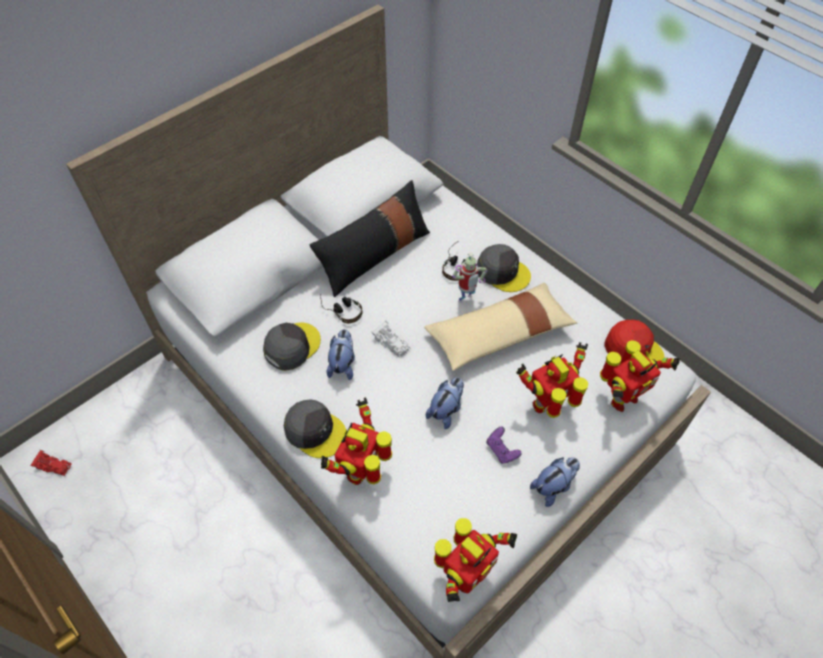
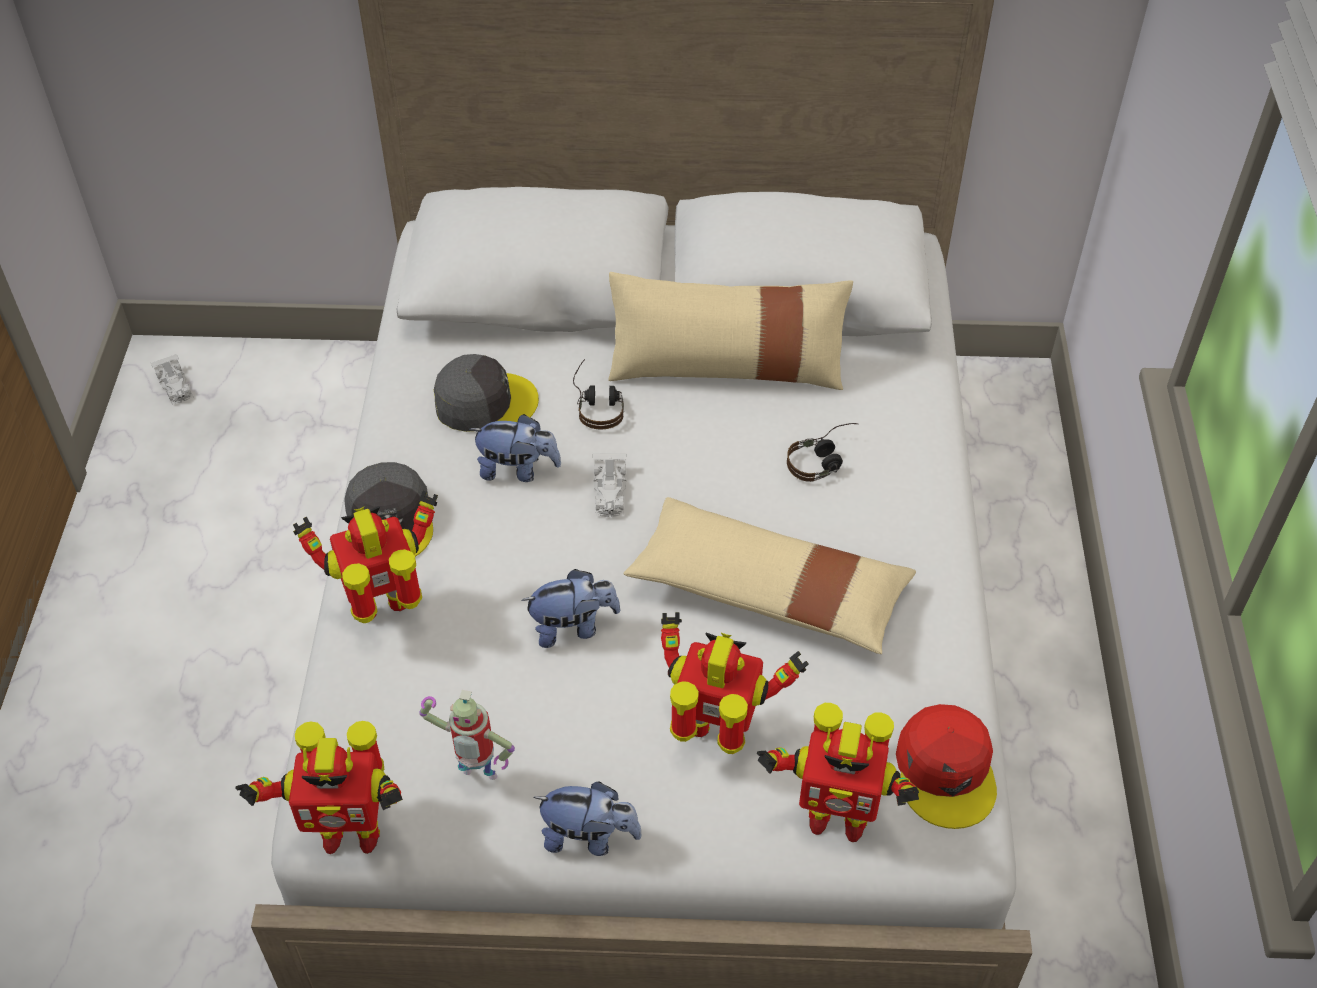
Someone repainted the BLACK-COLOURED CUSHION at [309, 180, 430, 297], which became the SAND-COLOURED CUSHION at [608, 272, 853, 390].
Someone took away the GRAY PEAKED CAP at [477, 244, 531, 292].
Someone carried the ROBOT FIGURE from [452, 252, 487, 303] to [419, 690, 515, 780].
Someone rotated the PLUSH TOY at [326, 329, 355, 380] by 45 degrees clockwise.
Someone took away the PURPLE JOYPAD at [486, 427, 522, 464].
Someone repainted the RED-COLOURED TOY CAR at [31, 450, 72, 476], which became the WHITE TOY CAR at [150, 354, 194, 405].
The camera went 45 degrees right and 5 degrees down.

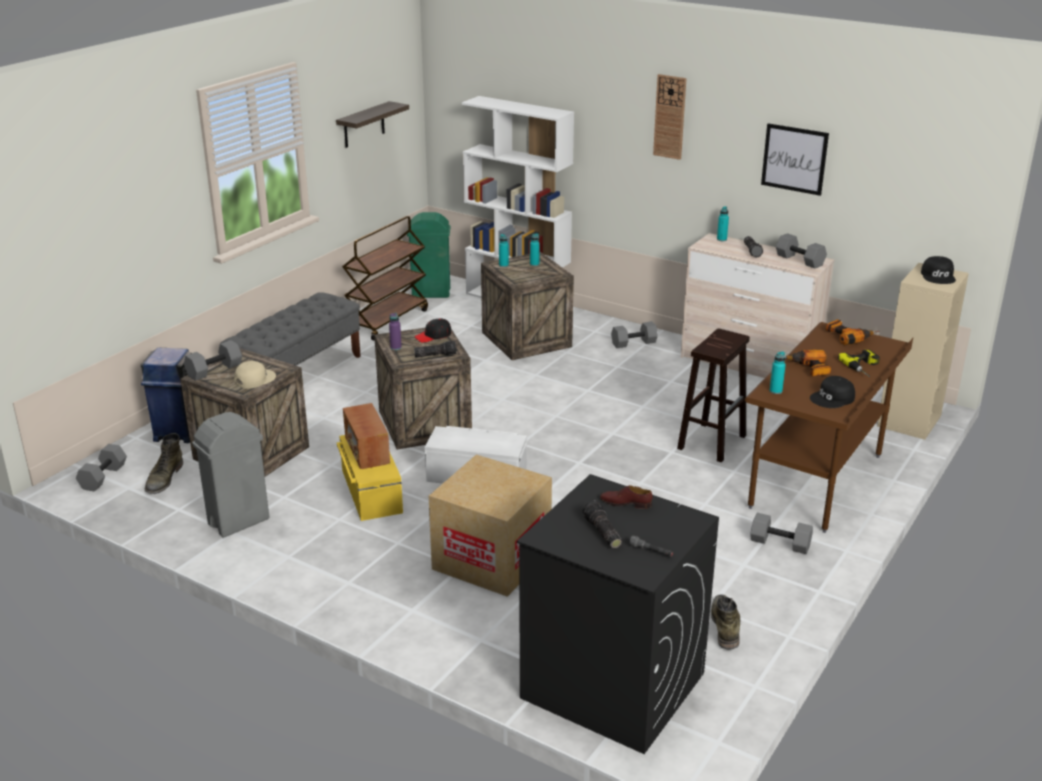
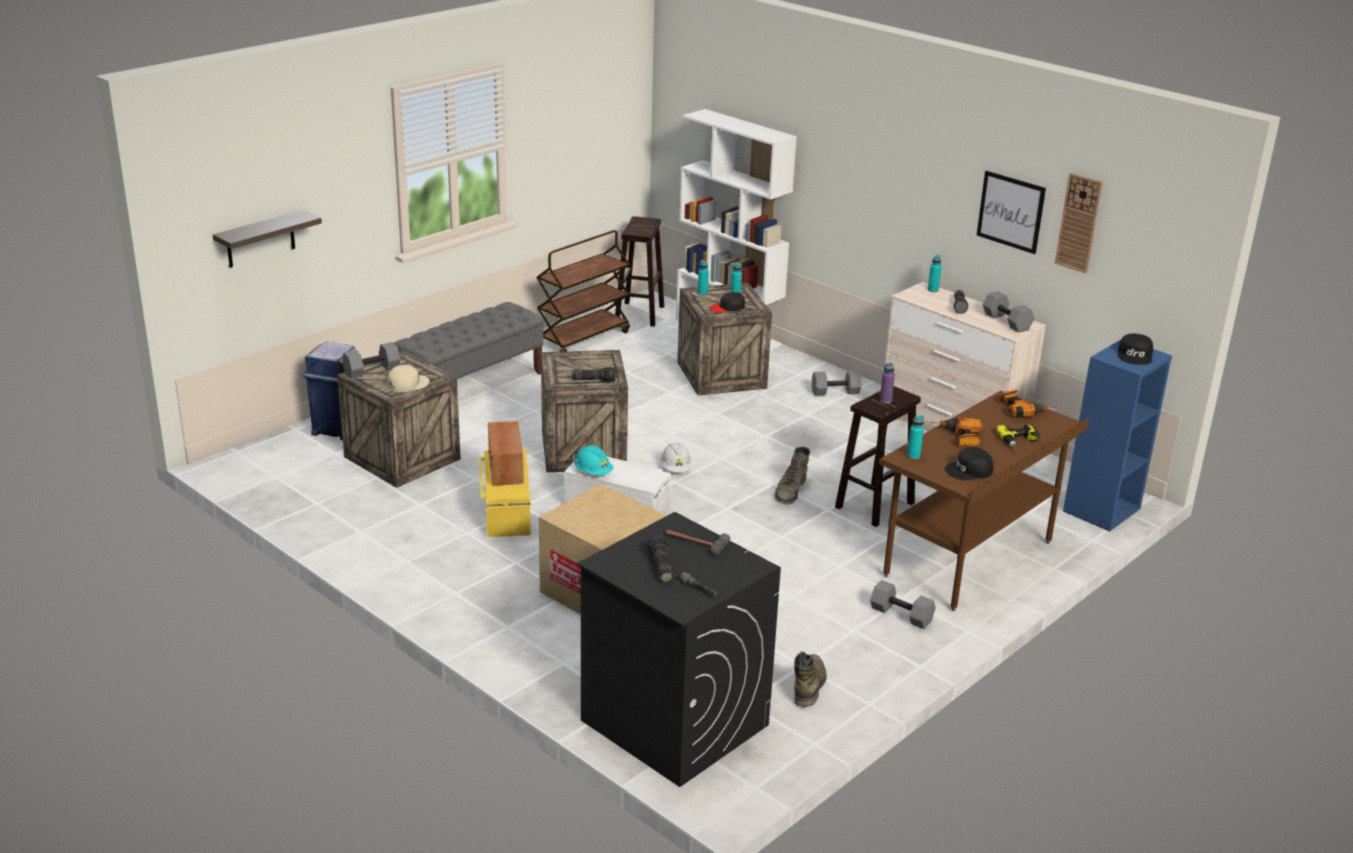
Someone carried the WALL CLOCK from [653, 74, 687, 160] to [1055, 173, 1103, 273].
Someone carried the SHELF from [336, 101, 409, 148] to [213, 210, 322, 267].
Someone swapped the GREENISH WASTE BIN at [407, 212, 450, 298] for the BROWN STOOL SEAT at [615, 216, 664, 327].
Someone repainted the SAND-COLOURED BOOKCASE at [877, 263, 969, 440], which became the BLUE-COLOURED BOOKCASE at [1063, 340, 1172, 532].
Someone carried the PURPLE BOTTLE from [389, 313, 402, 350] to [880, 363, 895, 403].
Someone carried the BLACK-COLOURED PEAKED CAP from [415, 318, 451, 343] to [709, 292, 745, 313].
Someone took away the GRAY WASTE BIN at [192, 412, 269, 538].
Someone carried the GREENISH BOOT from [145, 433, 183, 494] to [774, 447, 810, 505].
Someone took away the GRAY HAND WEIGHT at [76, 444, 127, 491].
Someone swapped the BROWN LOW SHOE at [600, 485, 653, 509] for the TOOL HAMMER at [666, 530, 730, 556].
Someone put down the WHITE HARD HAT at [661, 443, 691, 472].
Someone put down the BLUE-GREEN HARD HAT at [574, 445, 613, 475].
The camera went 10 degrees right and 0 degrees up.

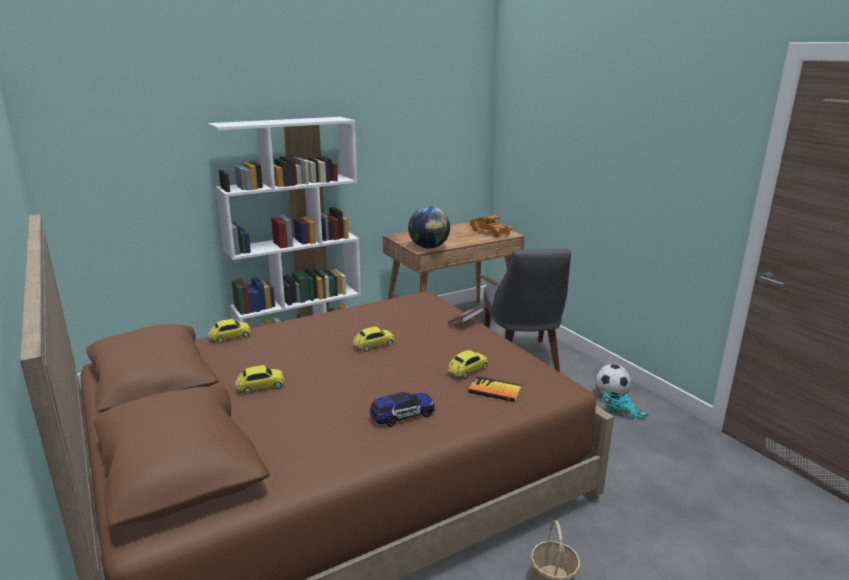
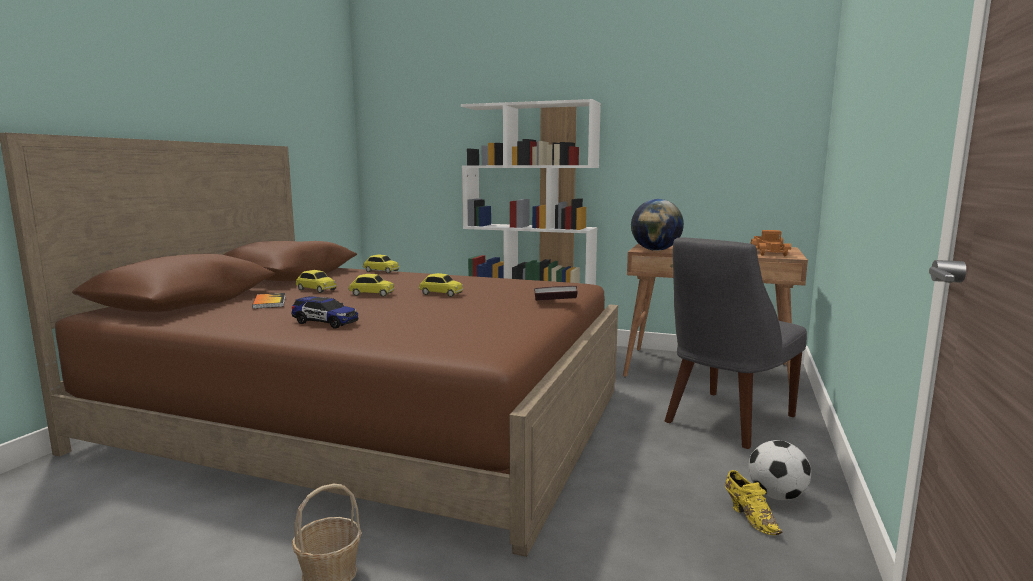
Someone carried the TOY CAR from [447, 350, 488, 379] to [348, 274, 394, 297].
Someone carried the BOUND BOOK from [468, 376, 521, 402] to [252, 293, 285, 309].
Someone repainted the BLUE-GREEN LOW SHOE at [602, 392, 648, 419], which became the YELLOW-COLOURED LOW SHOE at [725, 470, 783, 535].
The camera went 50 degrees right and 10 degrees down.

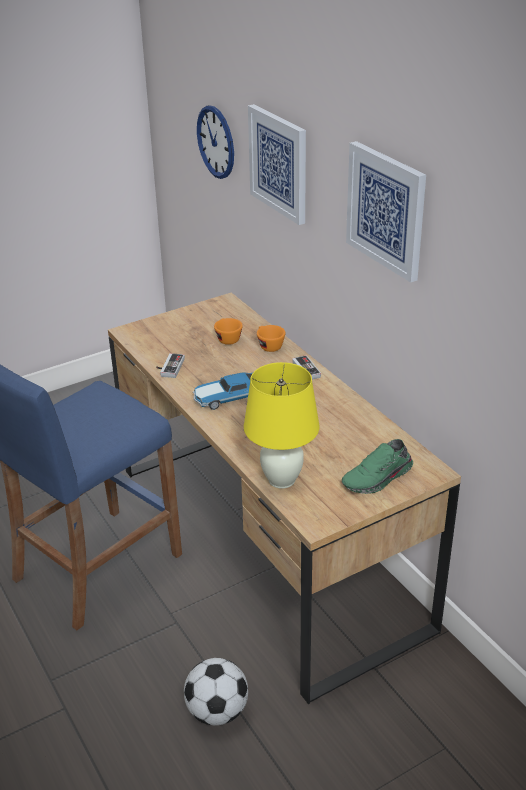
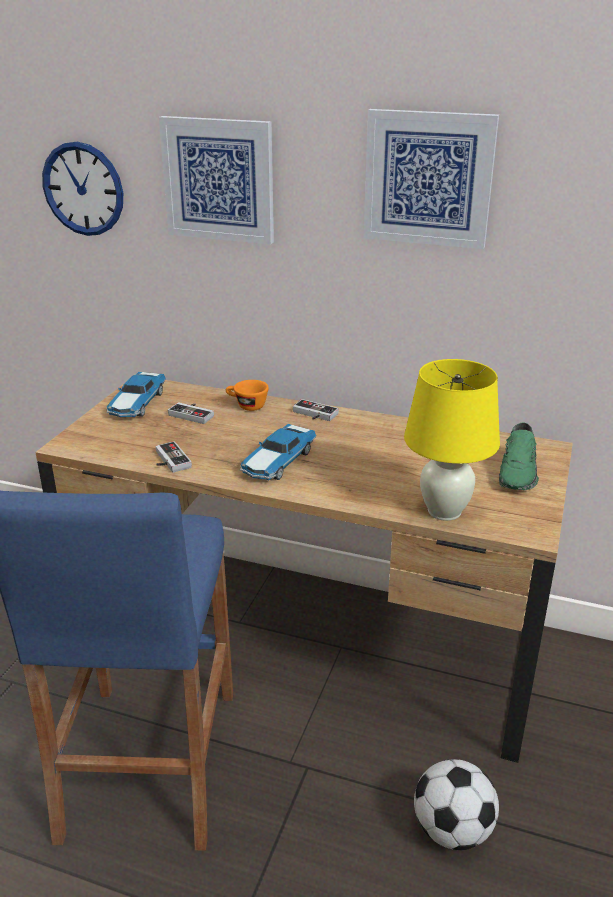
Someone swapped the ORANGEY SMALL CUP at [214, 318, 243, 345] for the JOYPAD at [168, 402, 214, 424].
Someone put down the TOY CAR at [106, 372, 166, 417].
The camera went 40 degrees left and 5 degrees down.

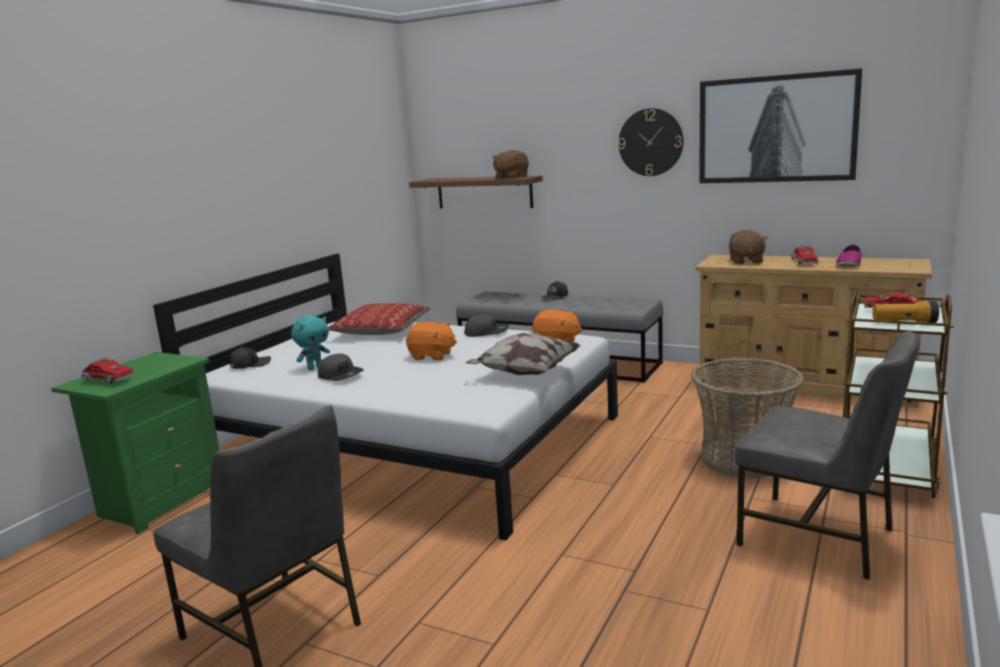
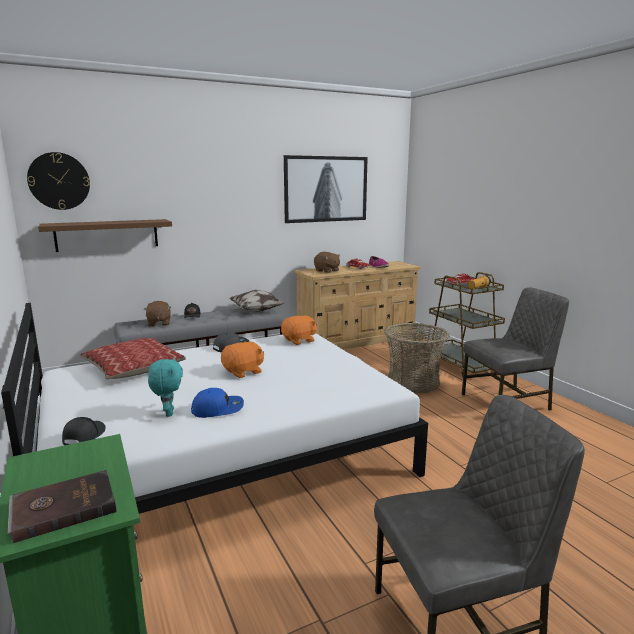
Someone carried the WALL CLOCK from [618, 108, 684, 176] to [27, 152, 90, 210].
Someone carried the BROWN PLUSH TOY from [492, 150, 529, 179] to [144, 301, 171, 327].
Someone carried the CUSHION from [466, 332, 581, 375] to [229, 289, 285, 312].
Someone repainted the GRAY PEAKED CAP at [318, 354, 364, 381], which became the BLUE-COLOURED PEAKED CAP at [191, 388, 244, 418].
Someone swapped the TOY LORRY at [82, 358, 134, 383] for the BROWN BOUND BOOK at [8, 470, 117, 543].
The camera went 55 degrees left and 0 degrees up.

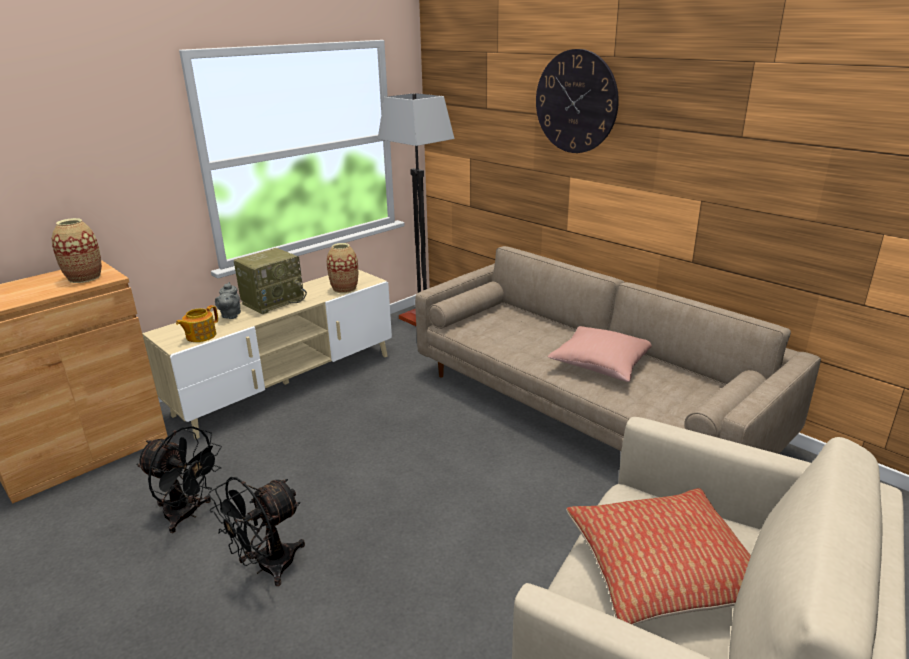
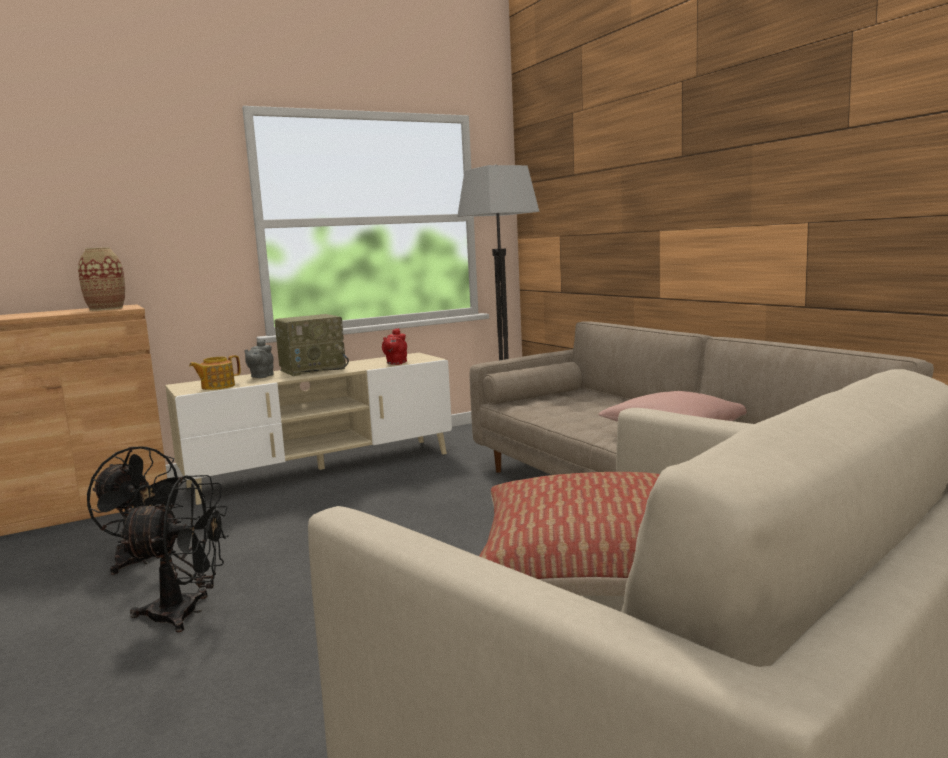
Someone took away the WALL CLOCK at [536, 49, 619, 153].
Someone swapped the DECORATIVE VASE at [327, 243, 358, 293] for the RED-COLOURED TEA POT at [382, 328, 407, 365].
Someone rotated the BLACK-COLOURED FAN at [208, 477, 305, 586] by 150 degrees counterclockwise.
The camera went 15 degrees right and 15 degrees down.

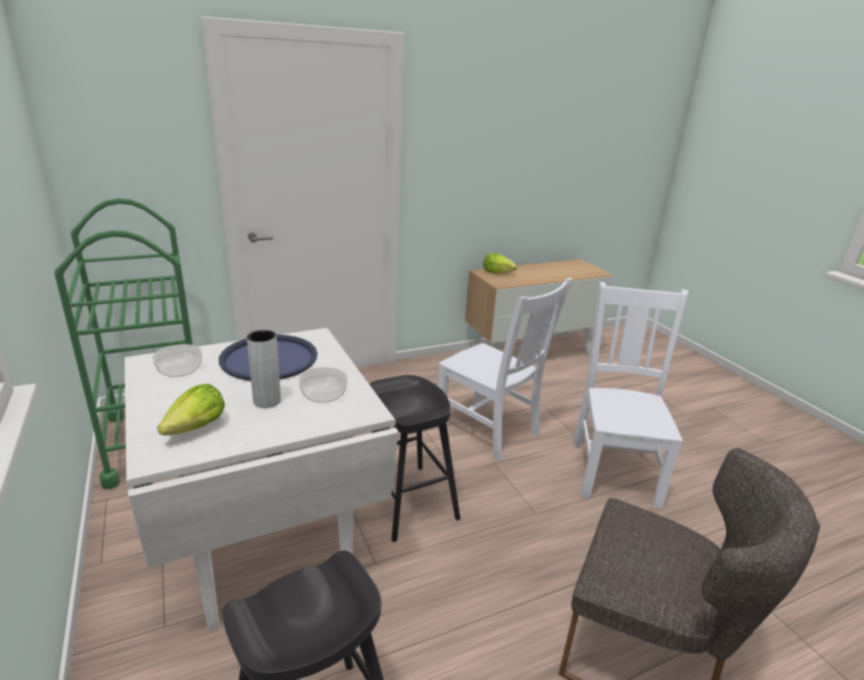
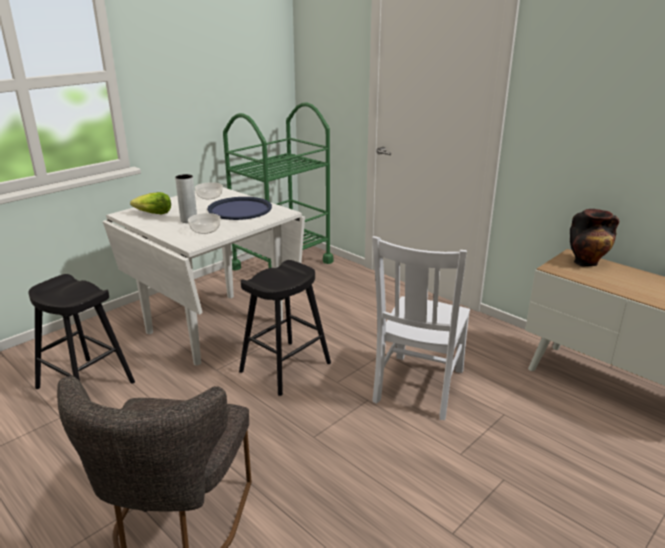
Someone swapped the LETTUCE at [483, 253, 517, 274] for the DECORATIVE VASE at [570, 209, 619, 266].
Someone took away the WHITE PLAIN CHAIR at [573, 282, 688, 509].
The camera went 70 degrees right and 0 degrees up.

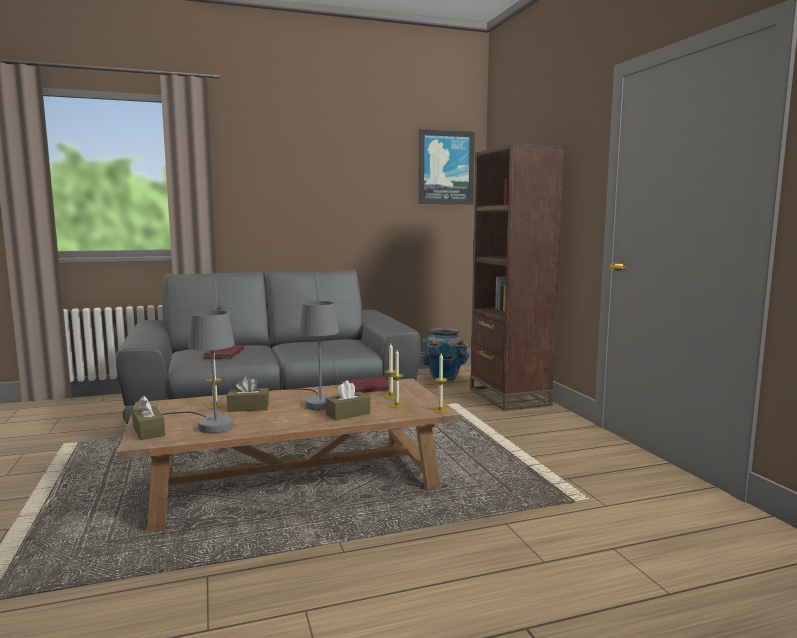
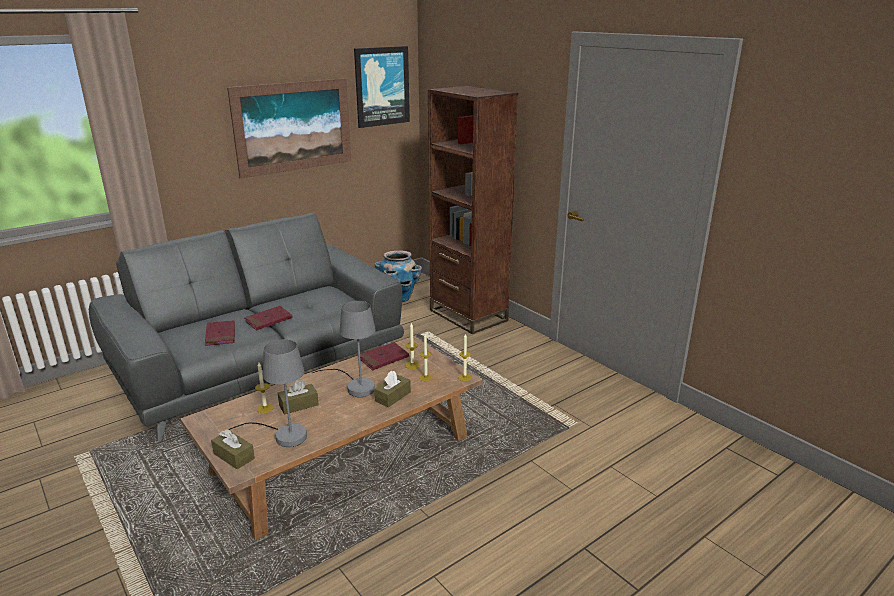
Someone put up the PICTURE at [227, 79, 351, 179].
Someone put down the RED-COLOURED BOUND BOOK at [244, 306, 293, 330].
The camera went 20 degrees left and 15 degrees up.

